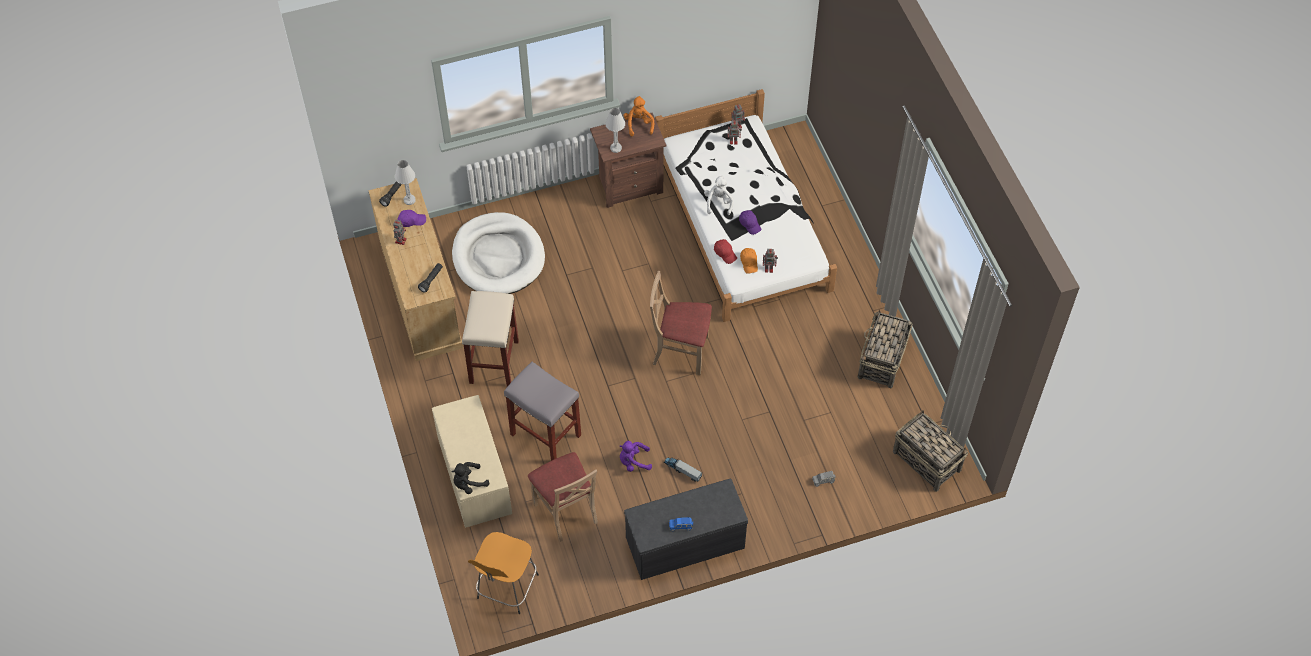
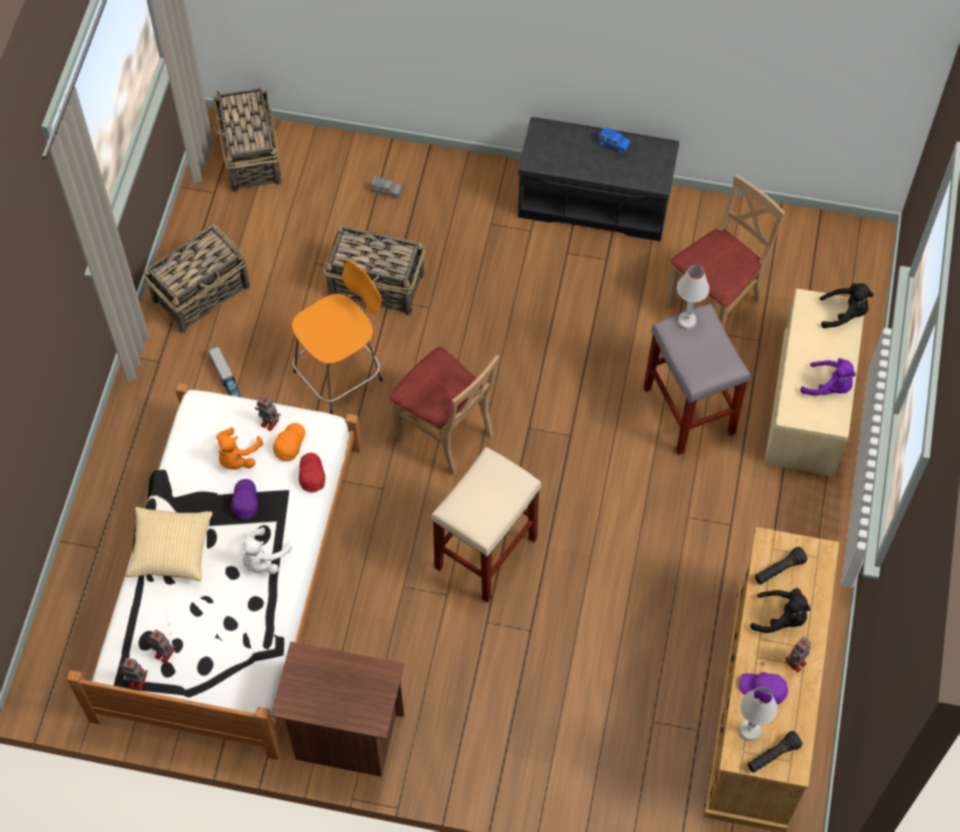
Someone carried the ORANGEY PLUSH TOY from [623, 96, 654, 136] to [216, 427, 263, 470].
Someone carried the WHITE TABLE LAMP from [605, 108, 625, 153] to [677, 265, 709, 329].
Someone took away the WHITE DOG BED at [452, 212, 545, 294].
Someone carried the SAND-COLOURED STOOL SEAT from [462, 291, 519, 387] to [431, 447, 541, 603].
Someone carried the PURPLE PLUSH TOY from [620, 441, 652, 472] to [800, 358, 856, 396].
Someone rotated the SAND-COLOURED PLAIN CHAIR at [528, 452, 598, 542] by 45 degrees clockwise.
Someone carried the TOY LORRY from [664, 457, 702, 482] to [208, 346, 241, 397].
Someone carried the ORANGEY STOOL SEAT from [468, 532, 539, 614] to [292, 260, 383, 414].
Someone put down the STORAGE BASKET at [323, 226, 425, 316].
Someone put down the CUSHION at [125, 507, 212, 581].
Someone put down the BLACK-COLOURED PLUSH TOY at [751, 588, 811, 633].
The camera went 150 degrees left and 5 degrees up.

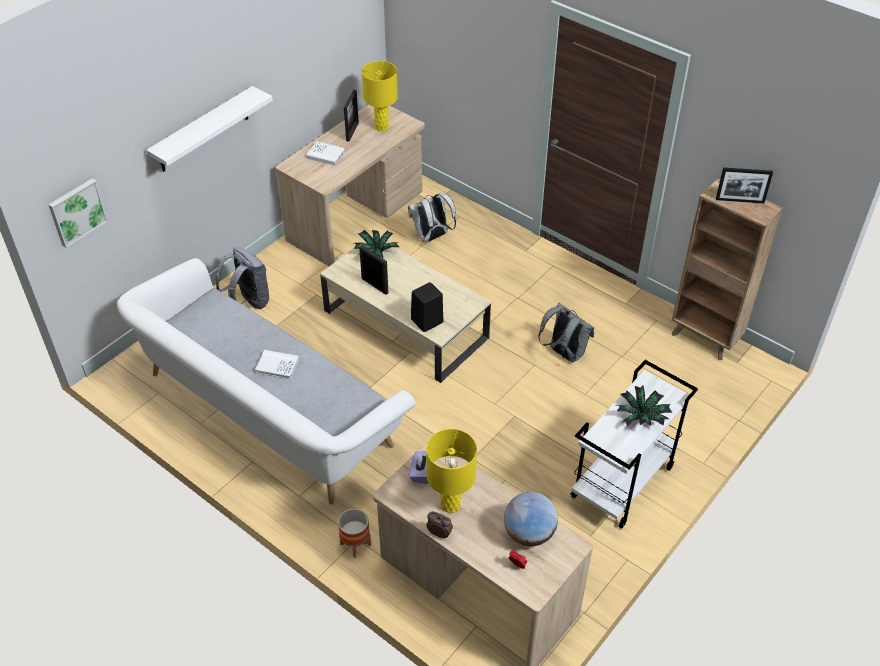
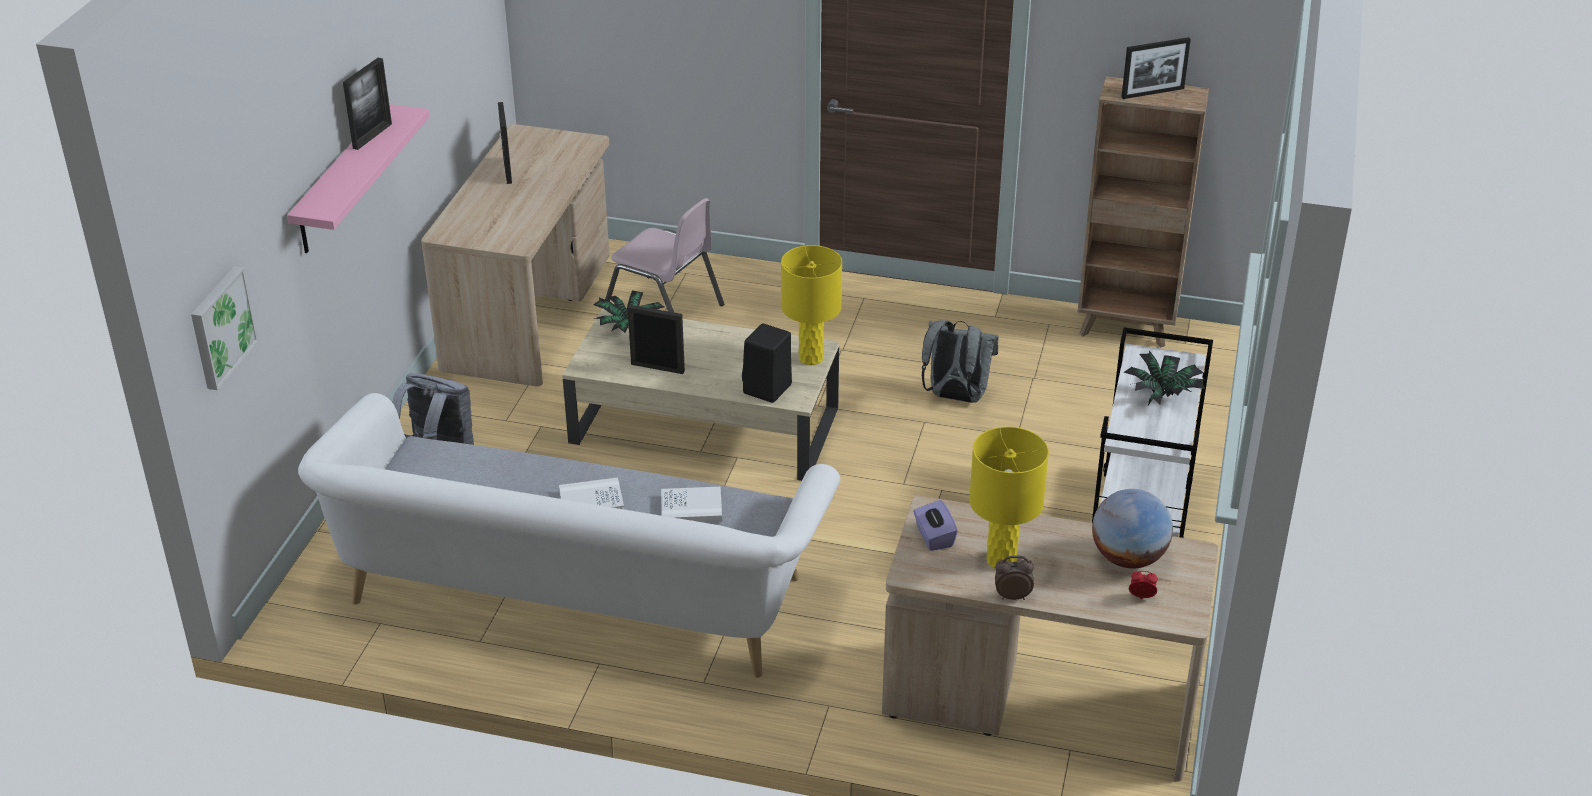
Someone carried the YELLOW-COLOURED TABLE LAMP from [361, 61, 398, 132] to [781, 245, 842, 365].
Someone repainted the WHITE SHELF at [146, 86, 273, 172], which became the PINK SHELF at [287, 104, 430, 253].
Someone carried the WHITE BOUND BOOK from [306, 141, 345, 165] to [661, 487, 722, 523].
Someone swapped the WHITE RUCKSACK at [408, 192, 456, 242] for the PINK PLAIN CHAIR at [605, 198, 724, 312].
Someone took away the PLANTER at [338, 509, 371, 558].
Someone put down the PHOTO FRAME at [343, 57, 392, 150].
The camera went 25 degrees left and 10 degrees down.

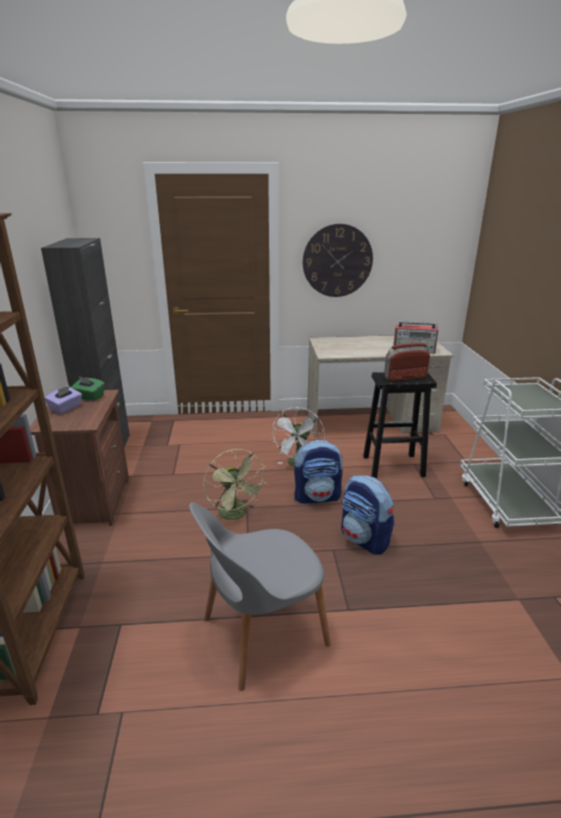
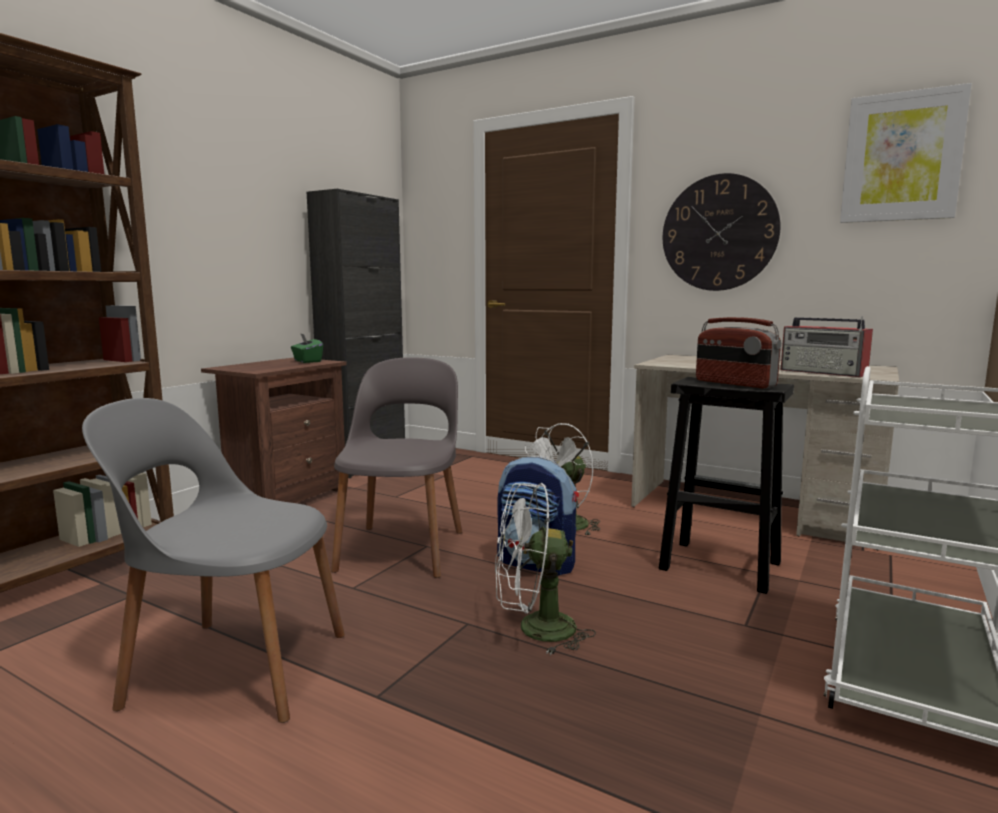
Someone rotated the RADIO at [384, 343, 430, 381] by 150 degrees counterclockwise.
Someone took away the PURPLE TISSUE HOLDER at [45, 385, 82, 414].
Someone swapped the GREENISH FAN at [203, 449, 267, 520] for the GRAY PLAIN CHAIR at [331, 357, 462, 578].
Someone swapped the RUCKSACK at [341, 475, 394, 555] for the WHITE FAN at [495, 483, 596, 655].
Someone put up the PICTURE at [840, 83, 972, 223].
The camera went 35 degrees right and 15 degrees down.

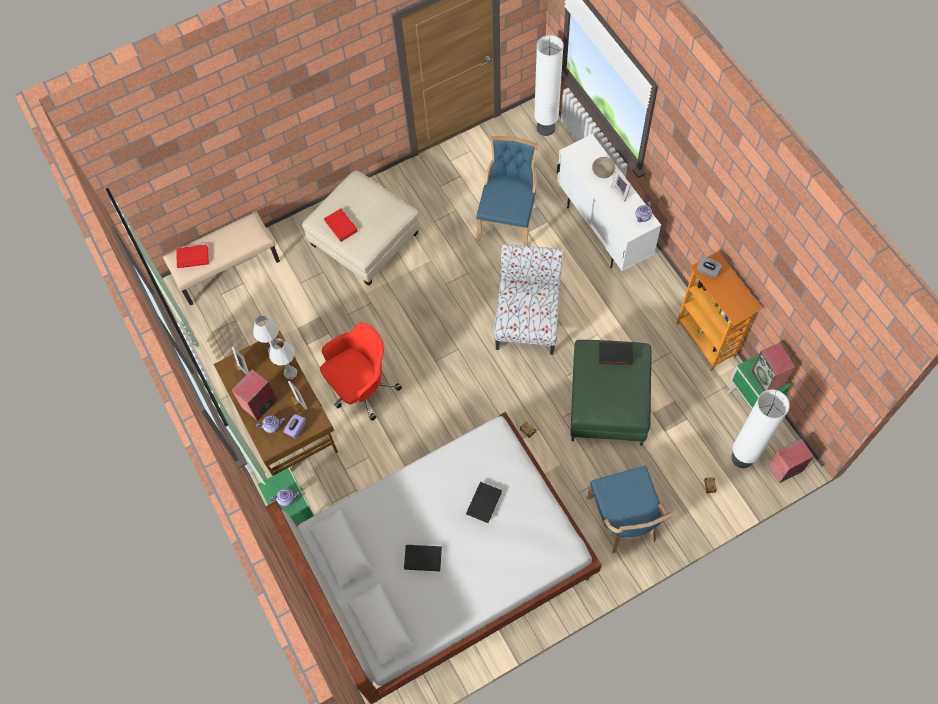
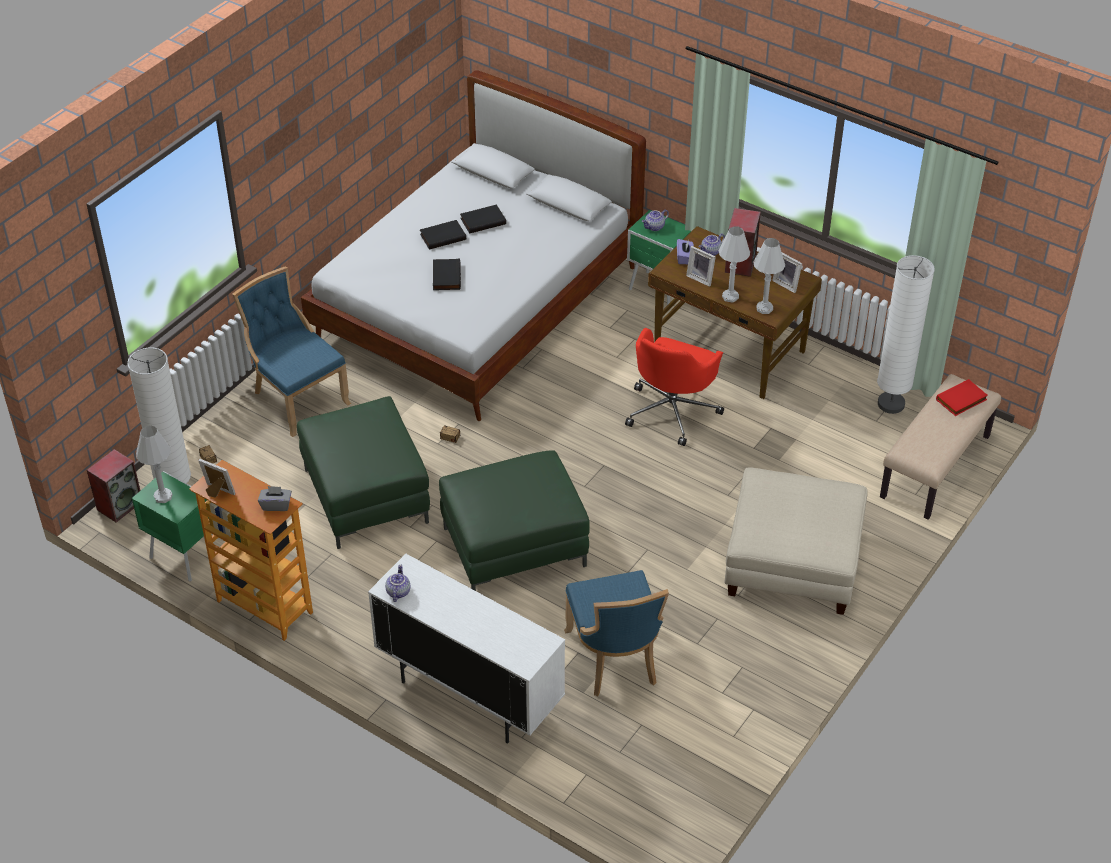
Someone carried the WHITE FLOOR LAMP from [534, 35, 564, 136] to [877, 255, 935, 414].
Someone took away the SAND-COLOURED SERVING BOWL at [592, 157, 615, 178].
Someone carried the PHOTO FRAME from [611, 170, 631, 202] to [198, 459, 236, 498].
Someone took away the RED-COLOURED BOUND BOOK at [324, 208, 358, 242].
Someone swapped the PLAIN CHAIR at [493, 244, 563, 355] for the GREENISH FOOTREST at [439, 450, 590, 591].
Someone carried the BLACK-COLOURED BOUND BOOK from [599, 342, 633, 365] to [420, 220, 466, 250].
Someone swapped the AUDIO SPEAKER at [751, 343, 795, 391] for the WHITE TABLE LAMP at [136, 426, 173, 503].
The camera went 150 degrees right and 20 degrees down.

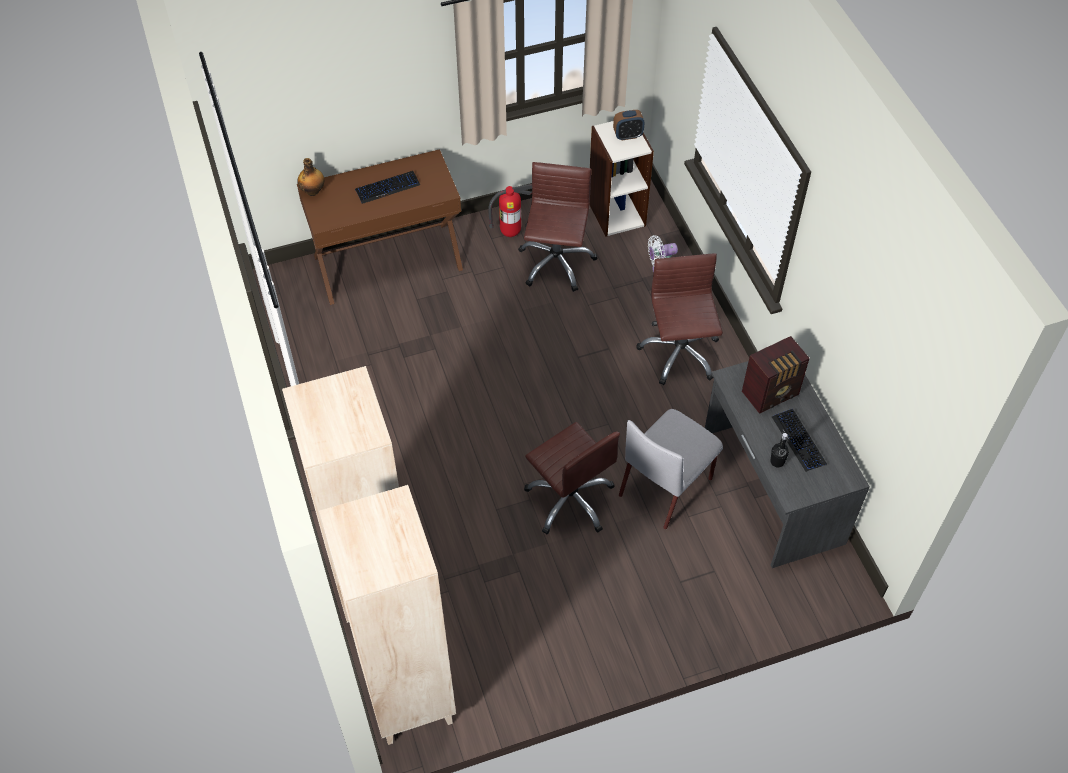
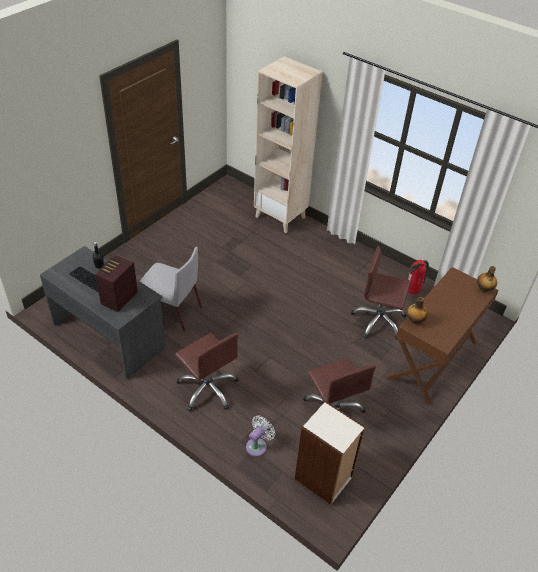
Someone took away the ALARM CLOCK at [613, 110, 645, 140].
Someone took away the KEYBOARD at [355, 171, 420, 204].
Someone carried the EXTINGUISHER from [489, 184, 532, 237] to [408, 260, 429, 294].
Someone rotated the GRAY PLAIN CHAIR at [619, 409, 723, 529] by 105 degrees clockwise.
Someone carried the BROWN COMPUTER CHAIR from [524, 422, 620, 534] to [351, 246, 411, 340].
Someone took away the SAND-COLOURED BOOKCASE at [319, 485, 456, 745].
Someone put down the BOTTLE at [407, 297, 428, 325].
The camera went 145 degrees right and 10 degrees down.

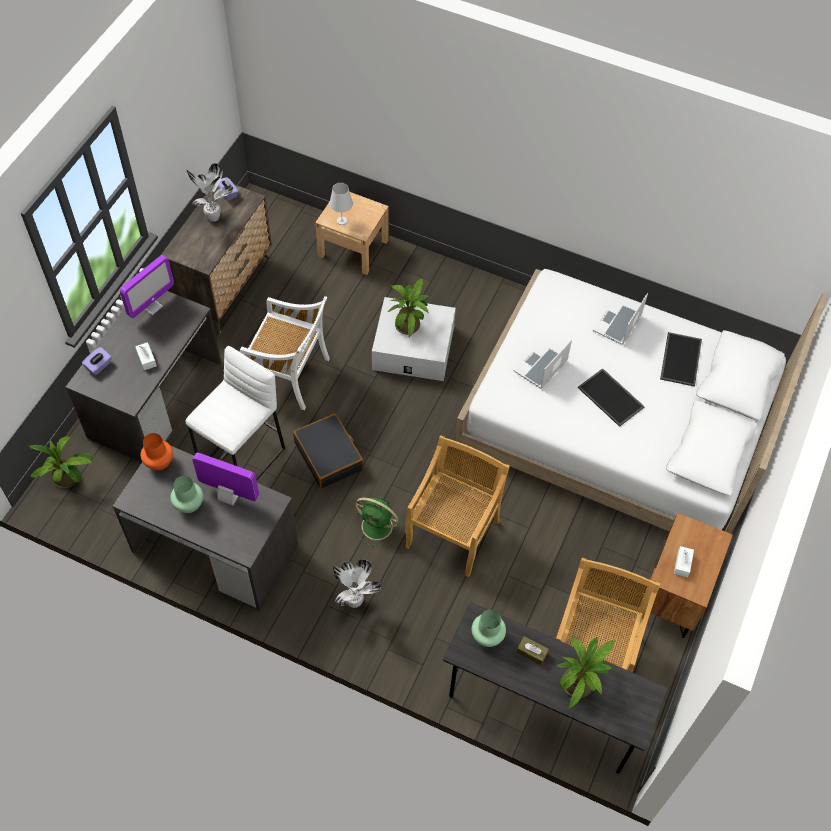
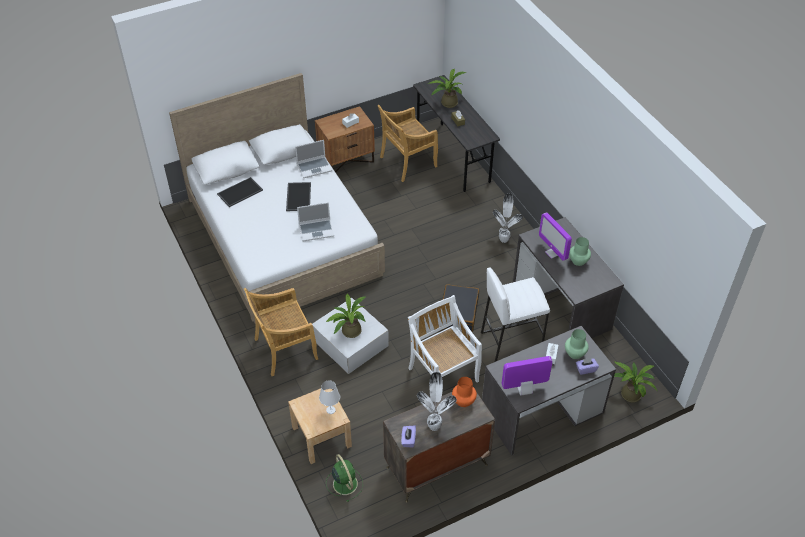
Someone carried the LAPTOP from [593, 293, 648, 345] to [295, 140, 332, 178].
Someone carried the ORANGEY DECORATIVE VASE from [141, 433, 173, 470] to [452, 377, 477, 407].
Someone carried the SAND-COLOURED PLAIN CHAIR from [405, 435, 510, 577] to [244, 288, 318, 376].
Someone carried the GREENISH FAN from [354, 497, 401, 547] to [326, 454, 363, 502].
Someone carried the GREENISH DECORATIVE VASE from [472, 609, 506, 647] to [565, 329, 589, 359].
The camera went 140 degrees left and 10 degrees down.

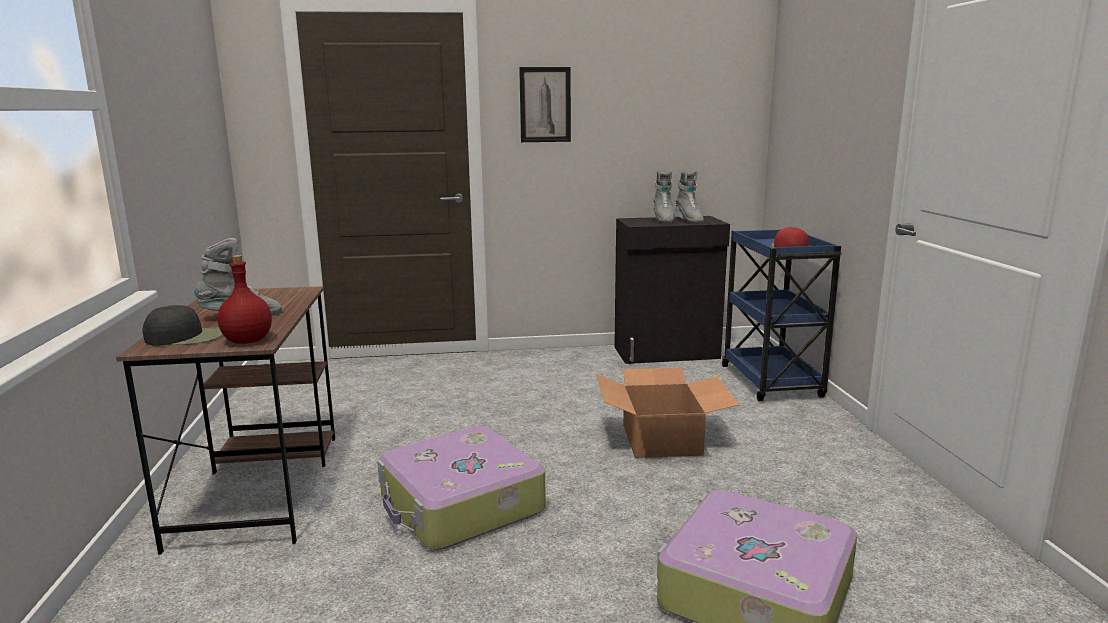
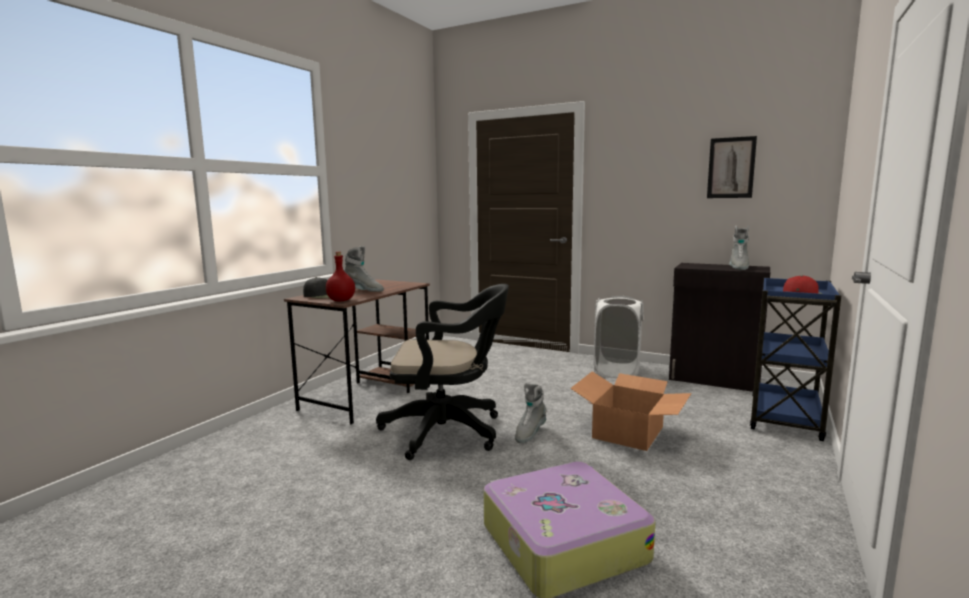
Someone carried the PICTURE from [519, 67, 571, 142] to [707, 136, 757, 198].
Someone carried the GRAY BOOT from [653, 170, 675, 223] to [515, 383, 547, 443].
Someone swapped the TRAVEL CASE at [377, 426, 546, 550] for the BLACK-COLOURED COMPUTER CHAIR at [376, 284, 509, 460].
Someone put down the WHITE HAMPER at [594, 296, 643, 378].
The camera went 35 degrees right and 5 degrees down.

